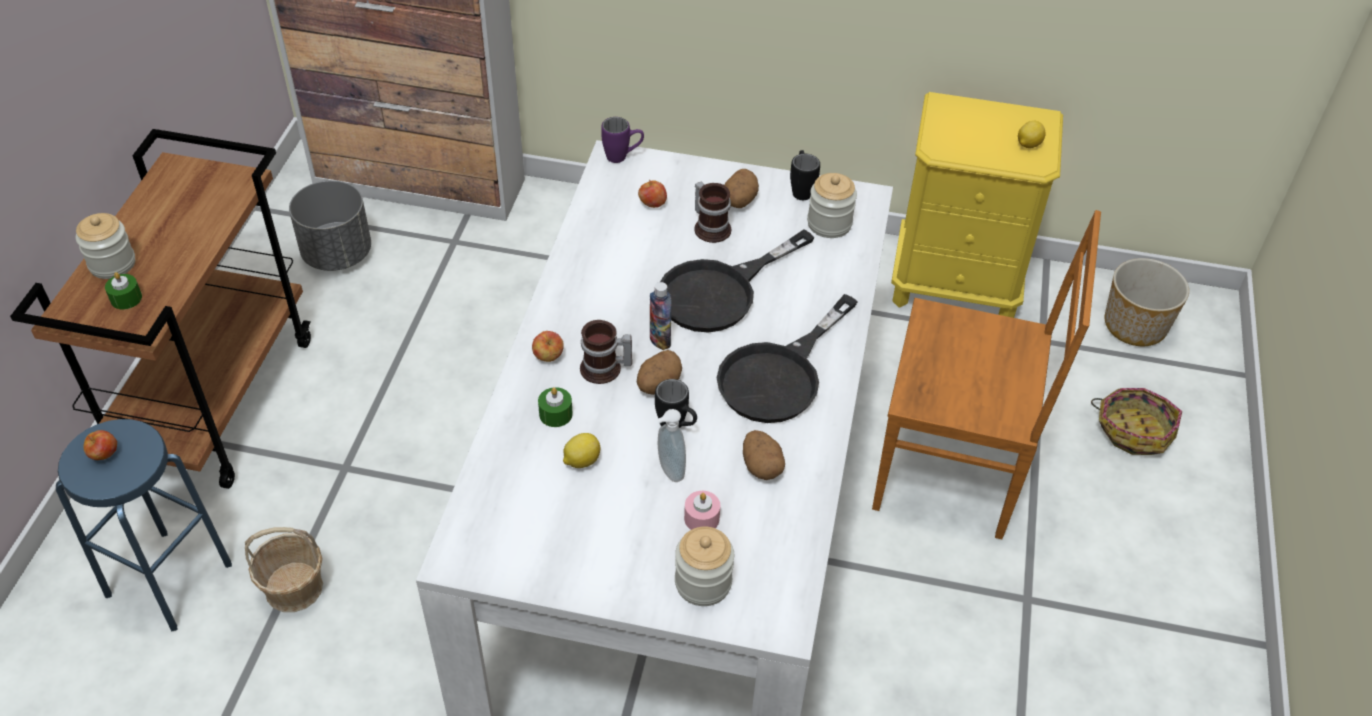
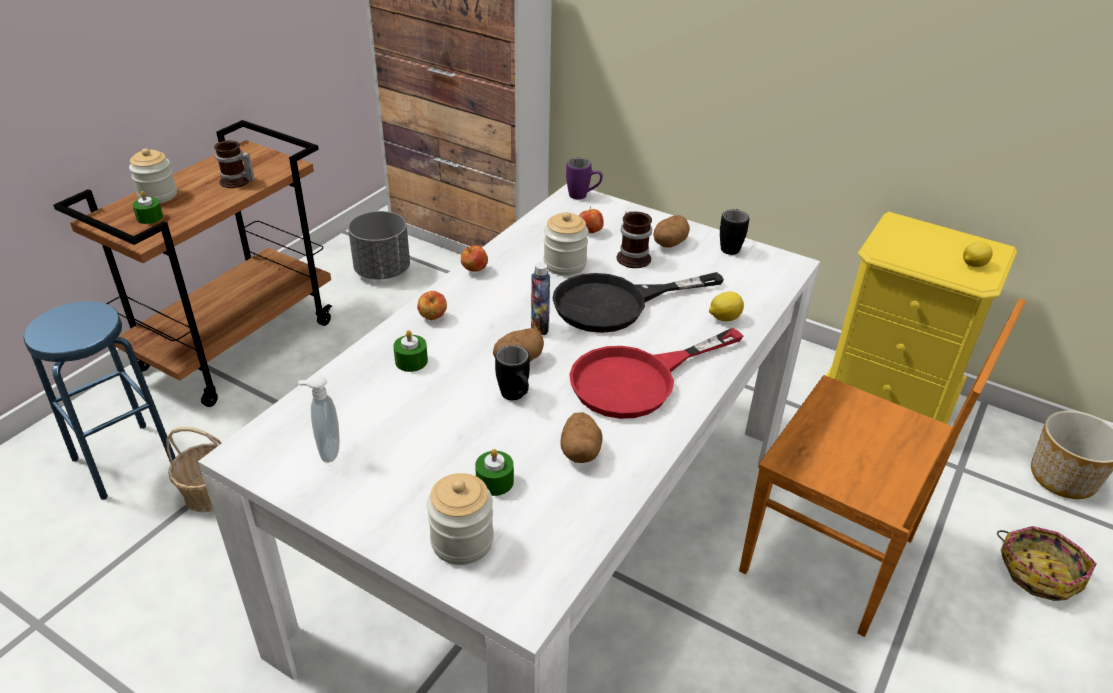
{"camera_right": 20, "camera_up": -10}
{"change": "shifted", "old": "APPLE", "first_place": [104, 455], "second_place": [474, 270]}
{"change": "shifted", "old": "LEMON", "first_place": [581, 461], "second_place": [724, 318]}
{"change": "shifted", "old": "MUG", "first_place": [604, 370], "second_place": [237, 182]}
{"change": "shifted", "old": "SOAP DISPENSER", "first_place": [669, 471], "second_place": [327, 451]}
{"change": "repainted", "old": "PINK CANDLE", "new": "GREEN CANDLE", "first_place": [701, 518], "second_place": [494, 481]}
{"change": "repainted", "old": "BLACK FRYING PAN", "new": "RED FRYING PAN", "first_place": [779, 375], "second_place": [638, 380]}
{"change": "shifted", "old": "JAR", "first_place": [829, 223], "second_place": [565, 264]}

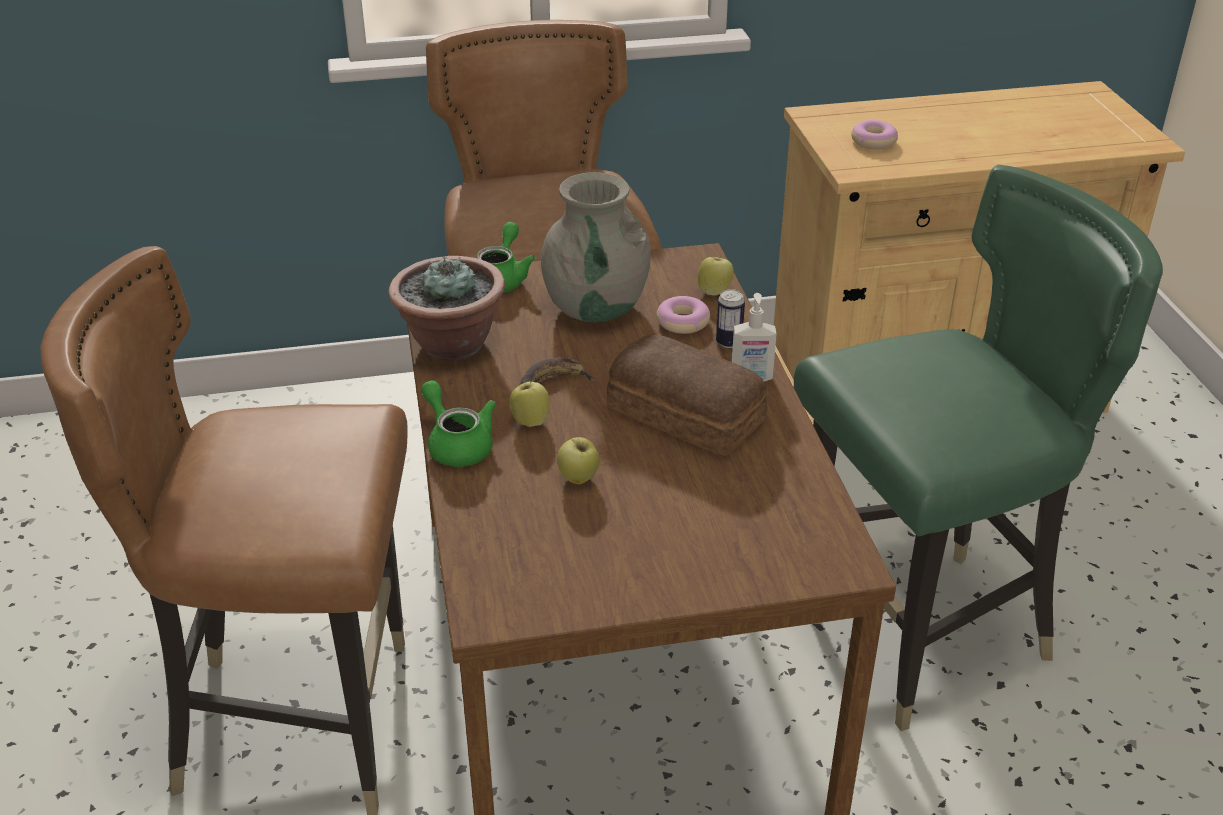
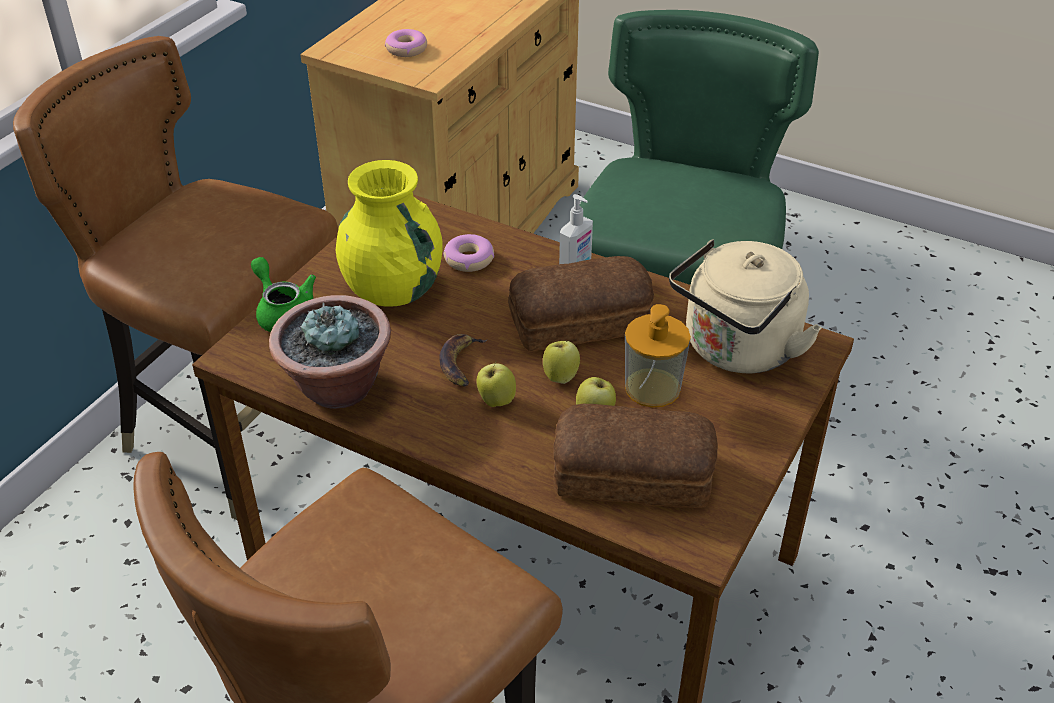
{"camera_right": -50, "camera_up": 5}
{"change": "gone", "old": "GREEN TEAPOT", "first_place": [457, 444]}
{"change": "repainted", "old": "GREY VASE", "new": "YELLOW VASE", "first_place": [595, 308], "second_place": [393, 289]}
{"change": "shifted", "old": "APPLE", "first_place": [714, 291], "second_place": [560, 376]}
{"change": "gone", "old": "CAN", "first_place": [728, 342]}
{"change": "new", "new": "BREAD", "second_place": [635, 476]}
{"change": "new", "new": "SOAP DISPENSER", "second_place": [652, 388]}
{"change": "new", "new": "BEIGE KETTLE", "second_place": [736, 350]}

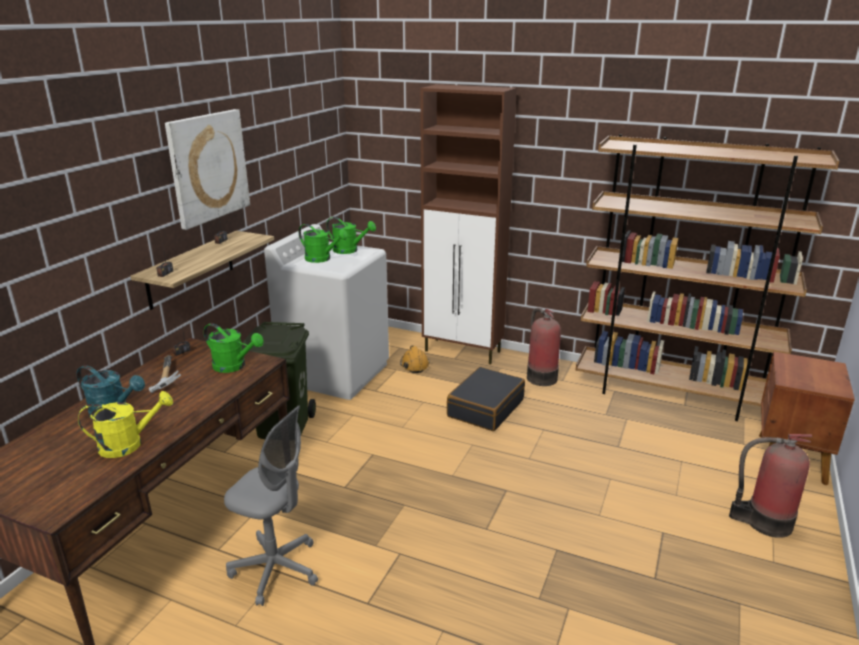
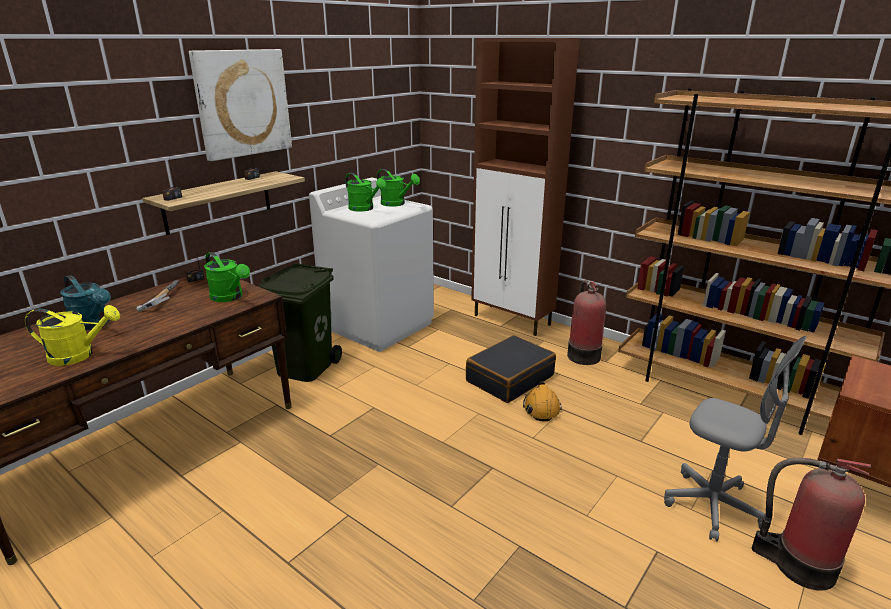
{"camera_right": 15, "camera_up": 0}
{"change": "shifted", "old": "GREY OFFICE CHAIR", "first_place": [276, 569], "second_place": [713, 506]}
{"change": "shifted", "old": "ORANGE HARD HAT", "first_place": [414, 365], "second_place": [541, 408]}

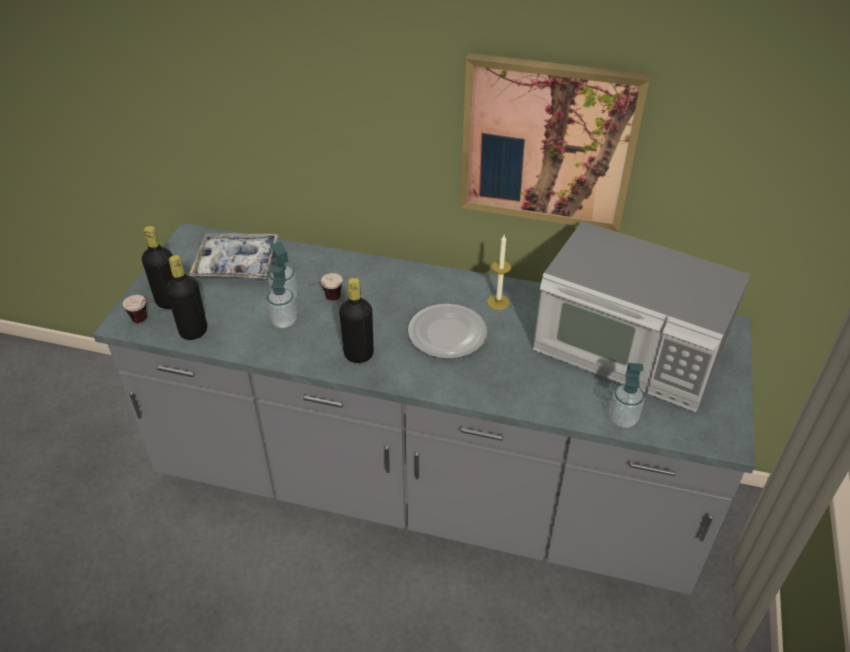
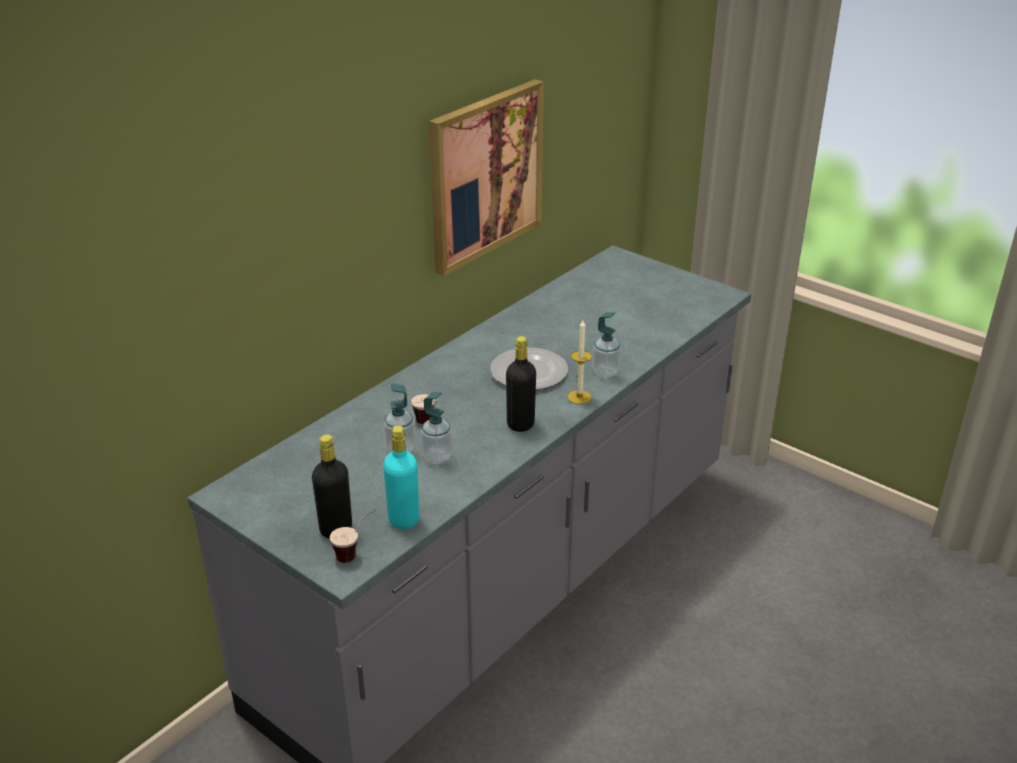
{"camera_right": -65, "camera_up": -10}
{"change": "repainted", "old": "BLACK BOTTLE", "new": "TURQUOISE BOTTLE", "first_place": [193, 331], "second_place": [404, 520]}
{"change": "gone", "old": "TRAY", "first_place": [236, 263]}
{"change": "shifted", "old": "CANDLE", "first_place": [498, 302], "second_place": [579, 397]}
{"change": "gone", "old": "MICROWAVE", "first_place": [628, 351]}
{"change": "shifted", "old": "SOAP DISPENSER", "first_place": [622, 419], "second_place": [605, 372]}

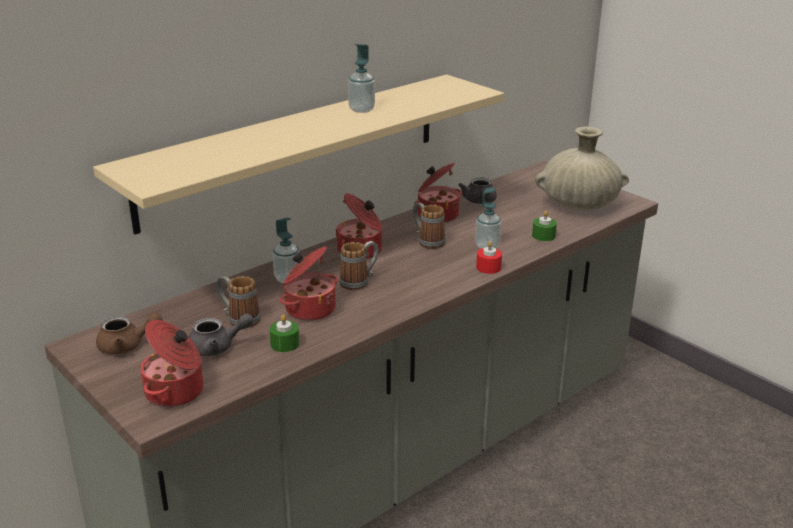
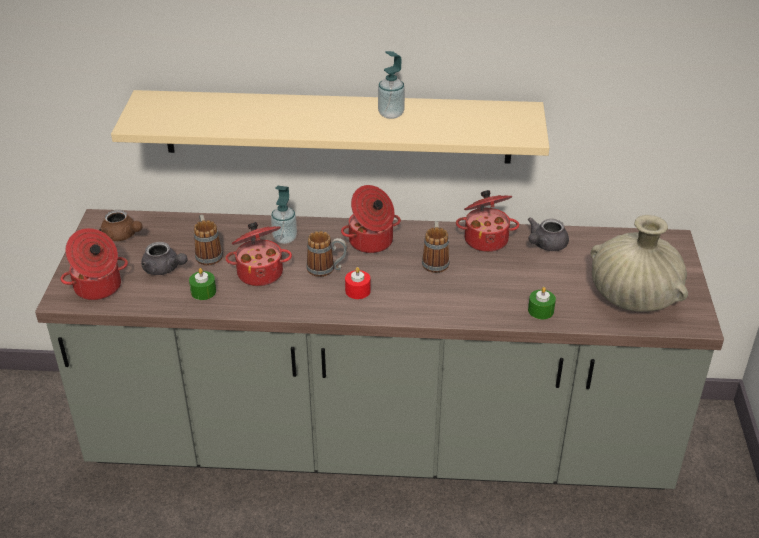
{"camera_right": 45, "camera_up": 10}
{"change": "gone", "old": "SOAP DISPENSER", "first_place": [487, 246]}
{"change": "shifted", "old": "RED CANDLE", "first_place": [488, 267], "second_place": [357, 291]}

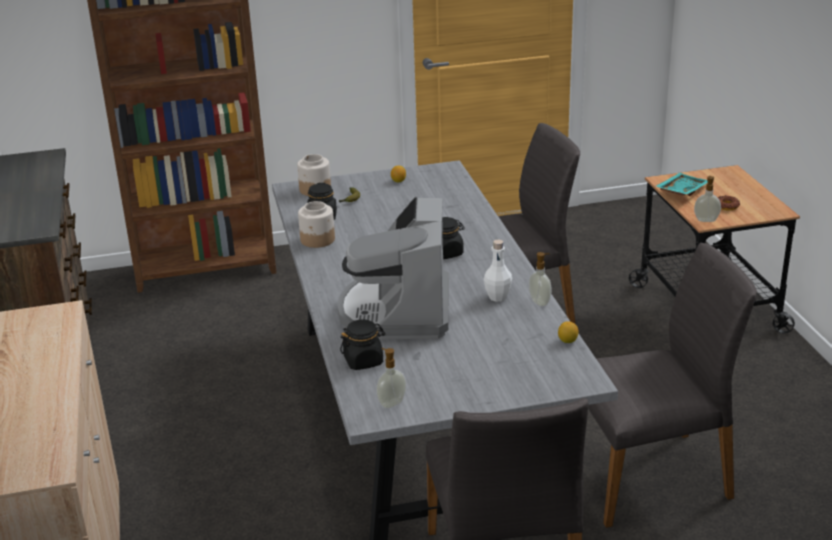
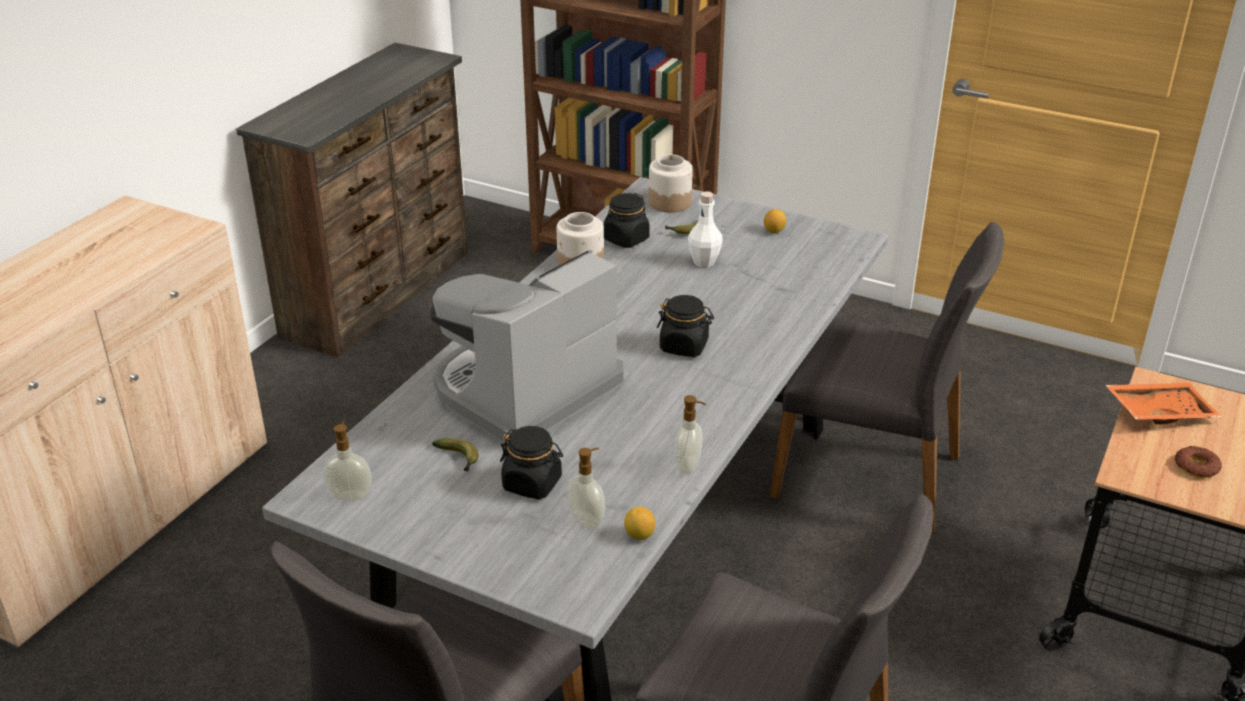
{"camera_right": 40, "camera_up": 5}
{"change": "shifted", "old": "BLACK JAR", "first_place": [363, 361], "second_place": [532, 483]}
{"change": "shifted", "old": "WHITE BOTTLE", "first_place": [497, 297], "second_place": [704, 262]}
{"change": "repainted", "old": "TURQUOISE TRAY", "new": "ORANGE TRAY", "first_place": [681, 191], "second_place": [1158, 411]}
{"change": "shifted", "old": "SOAP DISPENSER", "first_place": [706, 220], "second_place": [587, 520]}
{"change": "new", "new": "BANANA", "second_place": [459, 459]}

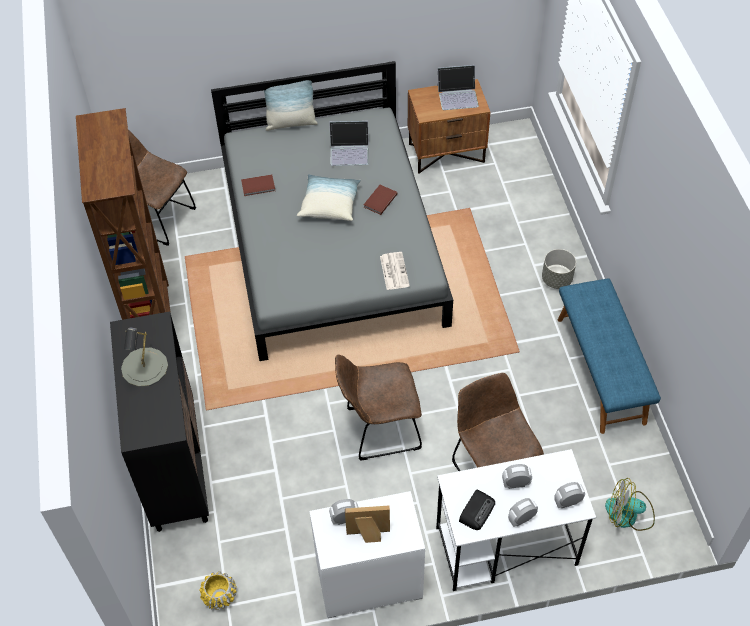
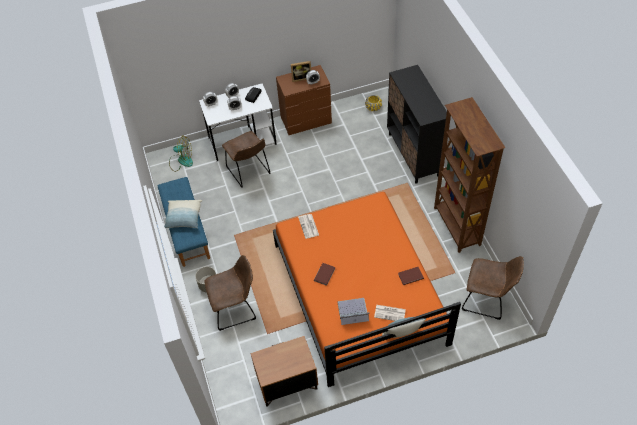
{"camera_right": 175, "camera_up": 0}
{"change": "gone", "old": "GREY TABLE LAMP", "first_place": [145, 367]}
{"change": "repainted", "old": "GREY BED", "new": "ORANGE BED", "first_place": [333, 244], "second_place": [358, 293]}
{"change": "shifted", "old": "PILLOW", "first_place": [329, 204], "second_place": [184, 218]}
{"change": "repainted", "old": "WHITE DRESSER", "new": "BROWN DRESSER", "first_place": [368, 581], "second_place": [306, 120]}
{"change": "shifted", "old": "BROWN CHAIR", "first_place": [379, 429], "second_place": [235, 308]}
{"change": "gone", "old": "LAPTOP", "first_place": [458, 95]}
{"change": "new", "new": "NEWSPAPER", "second_place": [390, 313]}

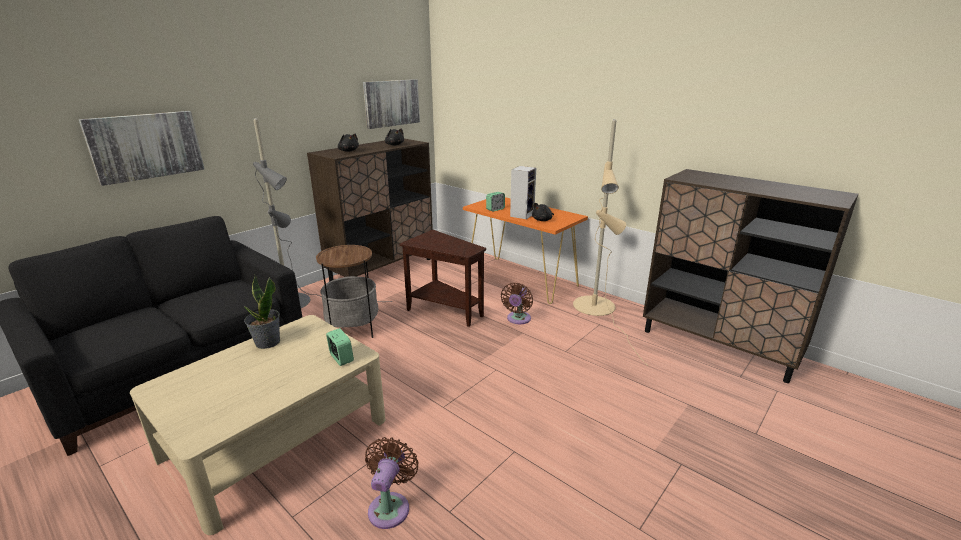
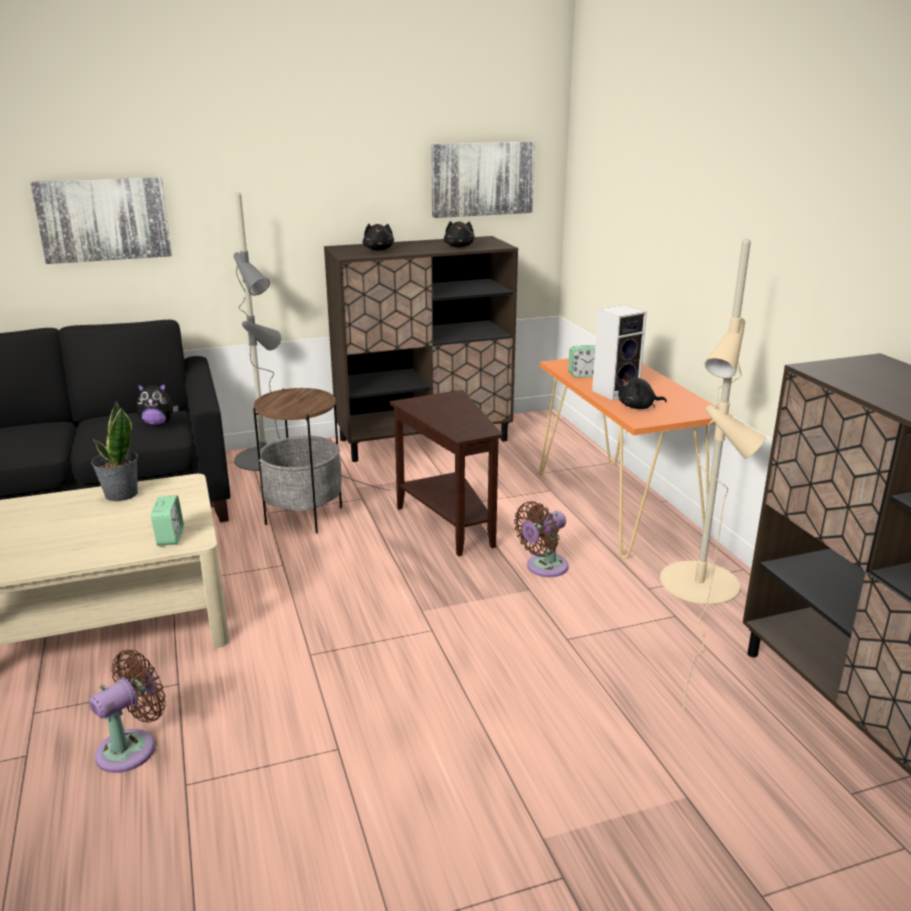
{"camera_right": 30, "camera_up": 0}
{"change": "new", "new": "PLUSH TOY", "second_place": [158, 423]}

